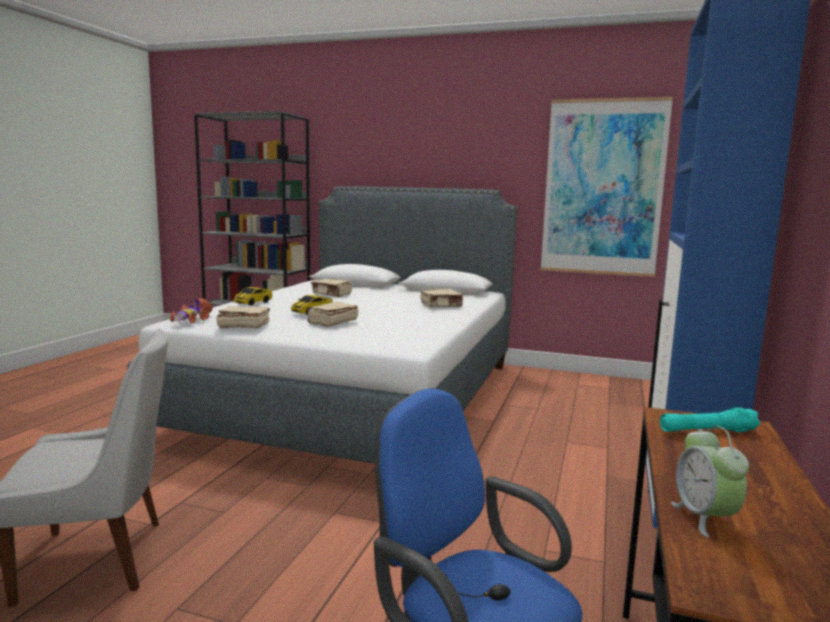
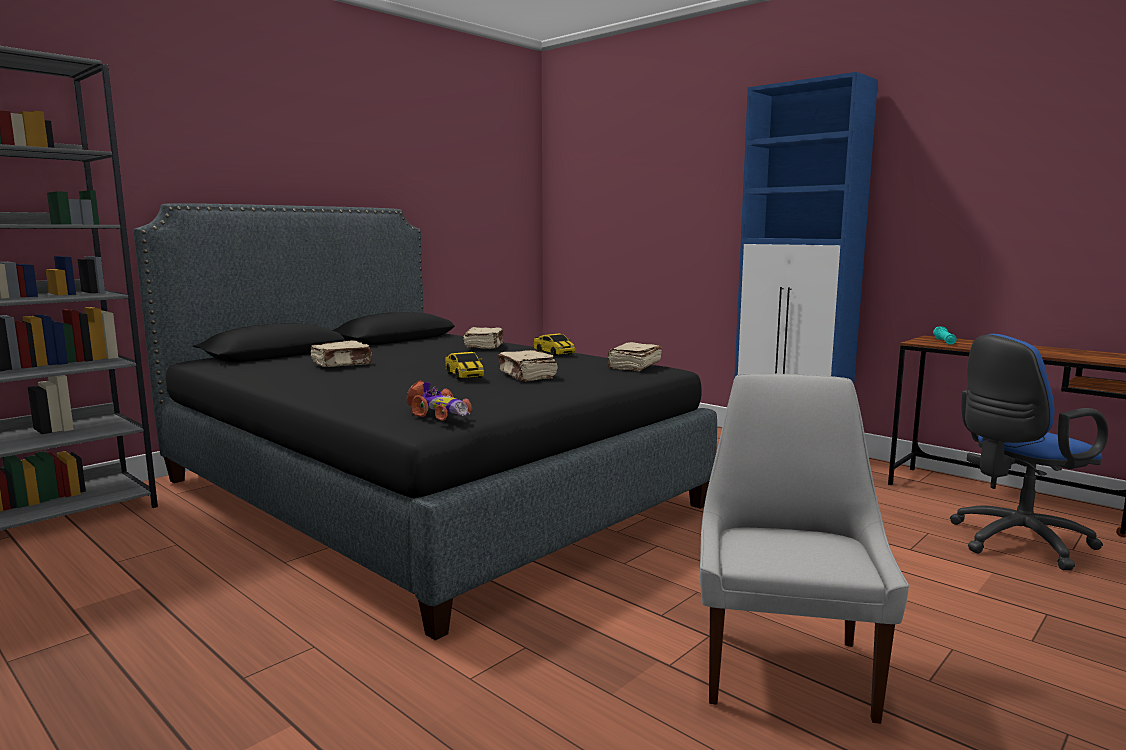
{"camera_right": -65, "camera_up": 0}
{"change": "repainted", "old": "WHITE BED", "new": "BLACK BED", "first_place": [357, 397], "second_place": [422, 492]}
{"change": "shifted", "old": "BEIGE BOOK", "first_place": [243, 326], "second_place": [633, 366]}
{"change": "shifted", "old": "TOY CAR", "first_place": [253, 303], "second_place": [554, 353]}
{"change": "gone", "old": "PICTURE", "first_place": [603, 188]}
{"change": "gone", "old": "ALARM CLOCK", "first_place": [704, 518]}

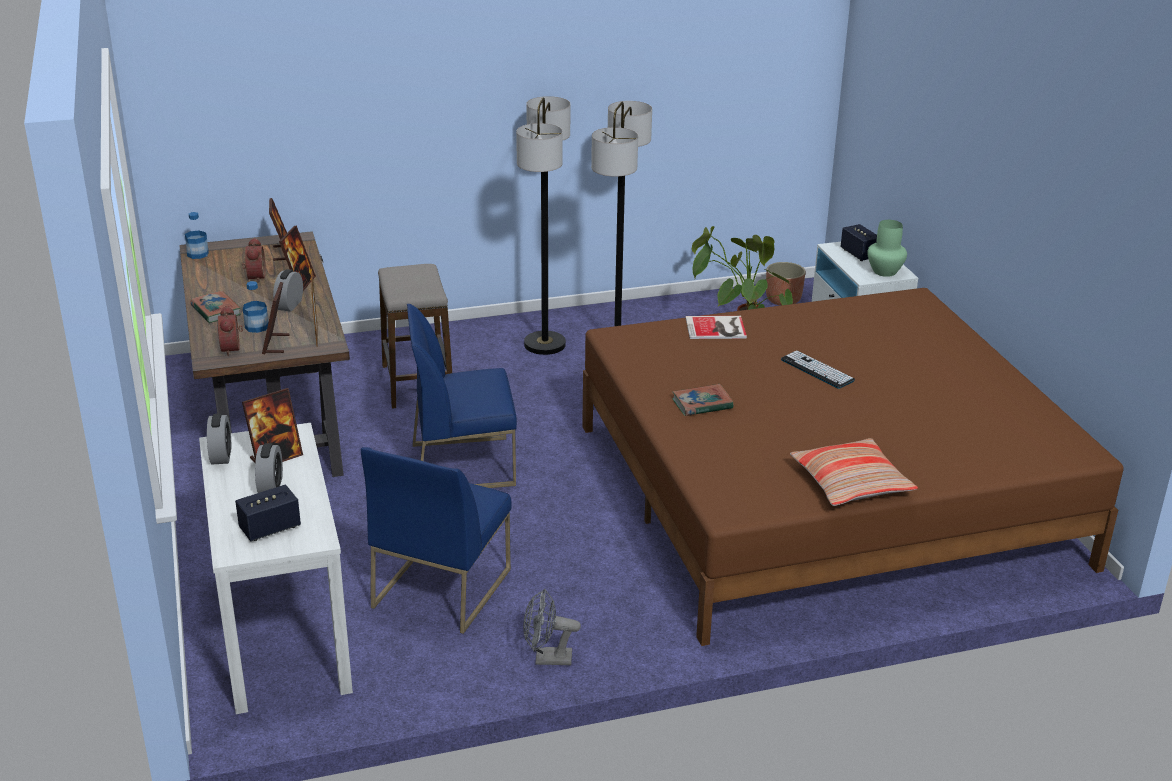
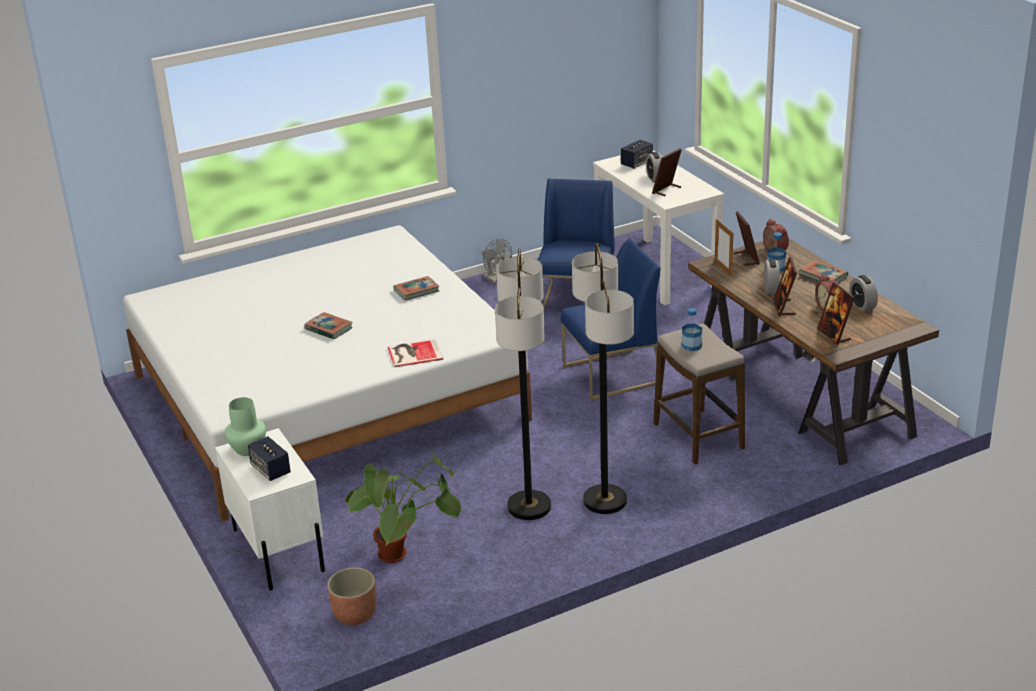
{"camera_right": 170, "camera_up": 0}
{"change": "shifted", "old": "BOTTLE", "first_place": [197, 254], "second_place": [691, 346]}
{"change": "shifted", "old": "ALARM CLOCK", "first_place": [221, 455], "second_place": [862, 305]}
{"change": "rotated", "old": "GREY FAN", "first_place": [547, 659], "second_place": [496, 280], "degrees": 60}
{"change": "repainted", "old": "BROWN BED", "new": "WHITE BED", "first_place": [823, 494], "second_place": [326, 396]}
{"change": "swapped", "old": "KEYBOARD", "new": "BOOK", "first_place": [817, 370], "second_place": [328, 329]}
{"change": "gone", "old": "PILLOW", "first_place": [851, 483]}

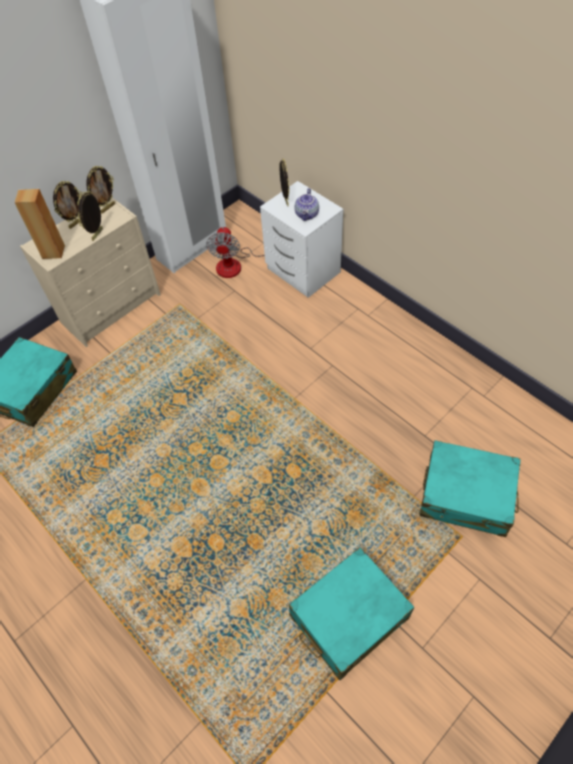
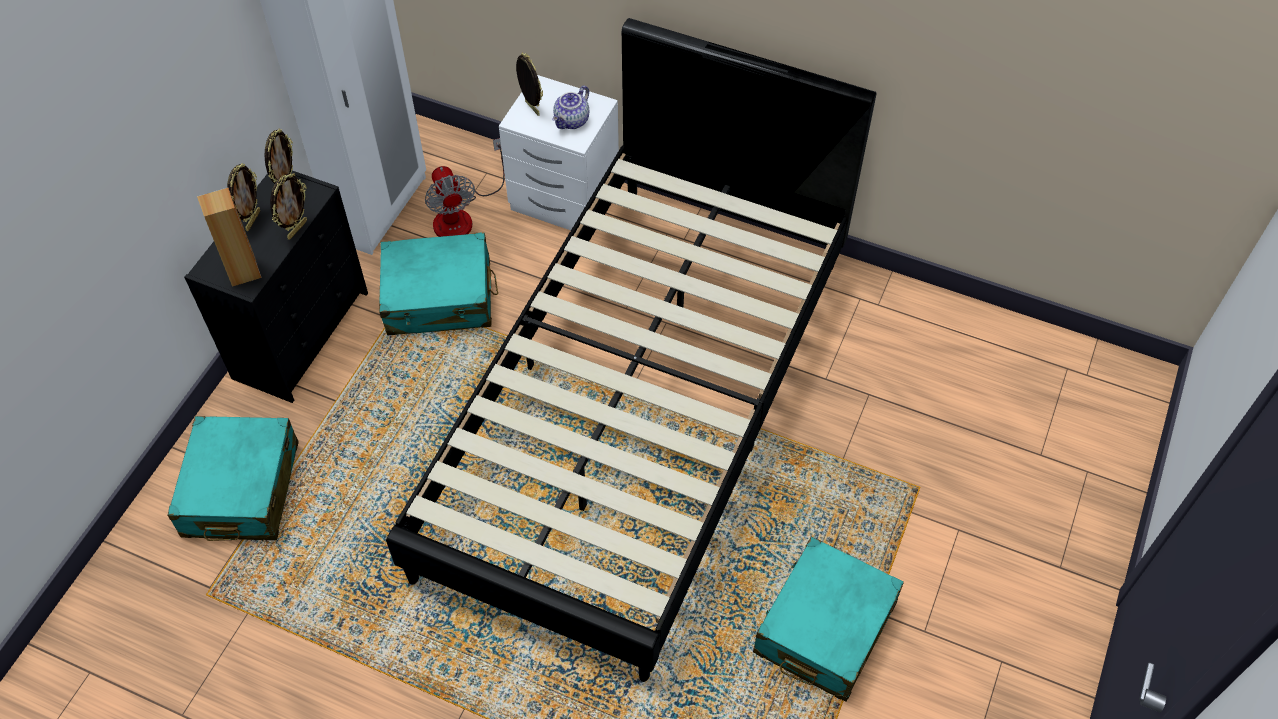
{"camera_right": -25, "camera_up": 0}
{"change": "repainted", "old": "BEIGE DRESSER", "new": "BLACK DRESSER", "first_place": [112, 308], "second_place": [302, 333]}
{"change": "rotated", "old": "PICTURE FRAME", "first_place": [98, 235], "second_place": [296, 229], "degrees": -150}
{"change": "rotated", "old": "TEAPOT", "first_place": [307, 215], "second_place": [572, 121], "degrees": 45}
{"change": "shifted", "old": "TURQUOISE SUITCASE", "first_place": [466, 495], "second_place": [439, 297]}
{"change": "new", "new": "BLACK BED", "second_place": [639, 409]}

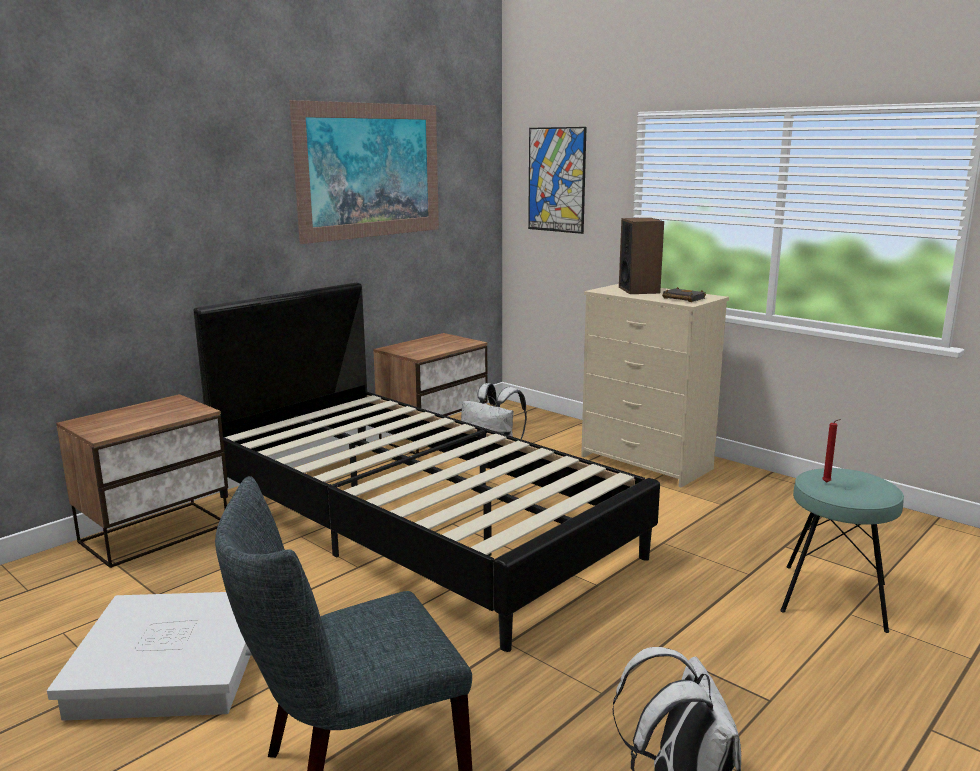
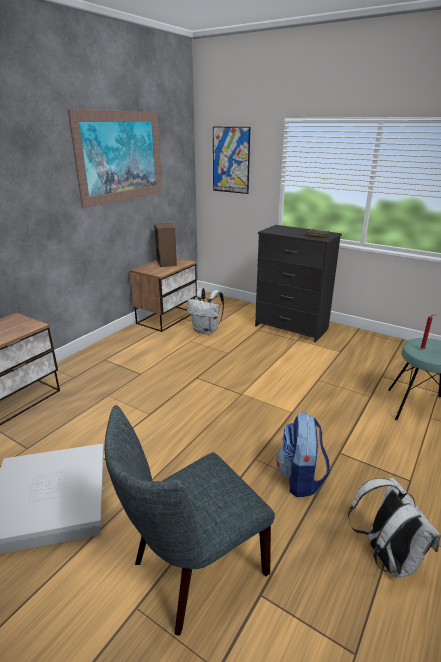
{"camera_right": -10, "camera_up": 10}
{"change": "gone", "old": "BLACK BED", "first_place": [416, 524]}
{"change": "repainted", "old": "BEIGE DRESSER", "new": "BLACK DRESSER", "first_place": [646, 463], "second_place": [291, 327]}
{"change": "shifted", "old": "SPEAKER", "first_place": [639, 290], "second_place": [166, 263]}
{"change": "new", "new": "BACKPACK", "second_place": [301, 478]}

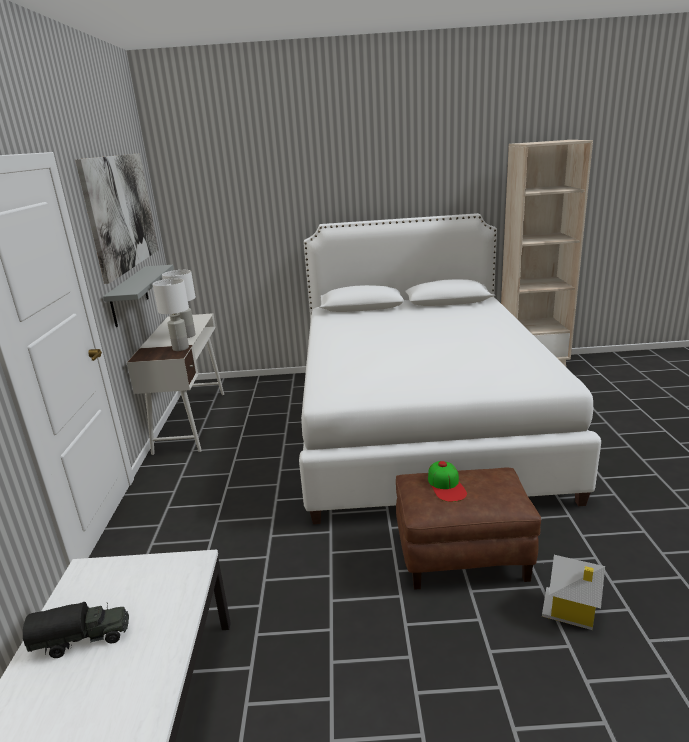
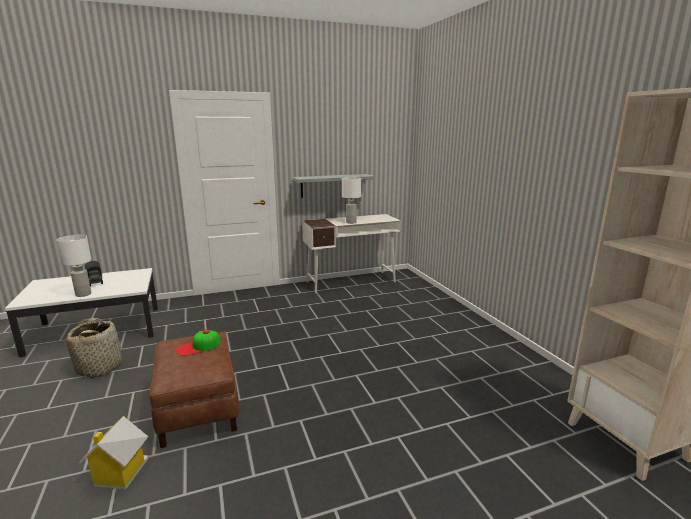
{"camera_right": 70, "camera_up": -5}
{"change": "gone", "old": "PICTURE", "first_place": [121, 212]}
{"change": "shifted", "old": "WHITE TABLE LAMP", "first_place": [181, 348], "second_place": [83, 294]}
{"change": "gone", "old": "WHITE BED", "first_place": [420, 424]}
{"change": "new", "new": "BASKET", "second_place": [100, 367]}

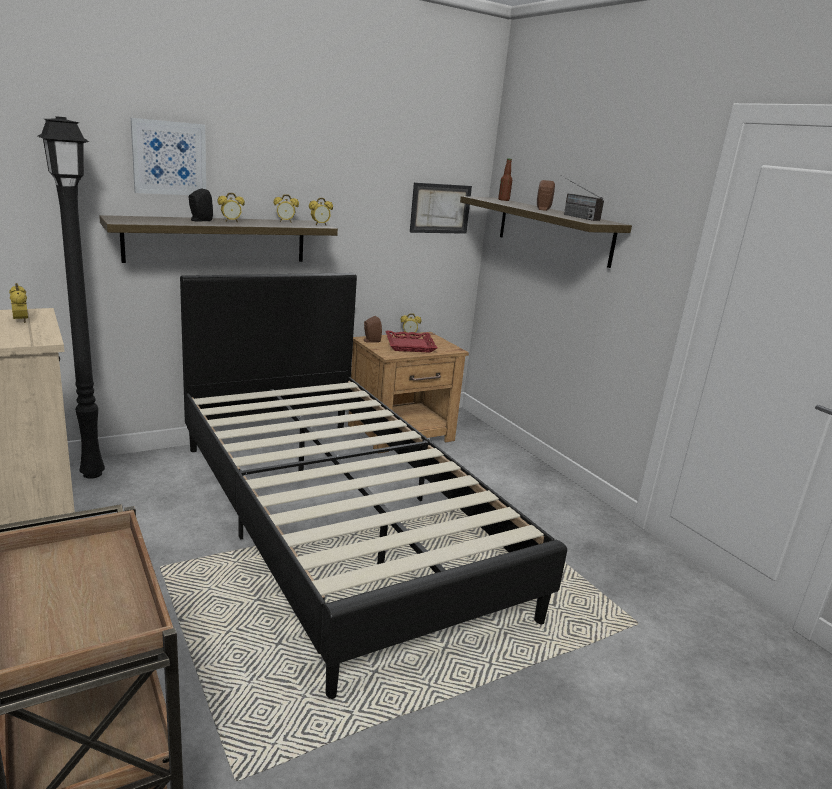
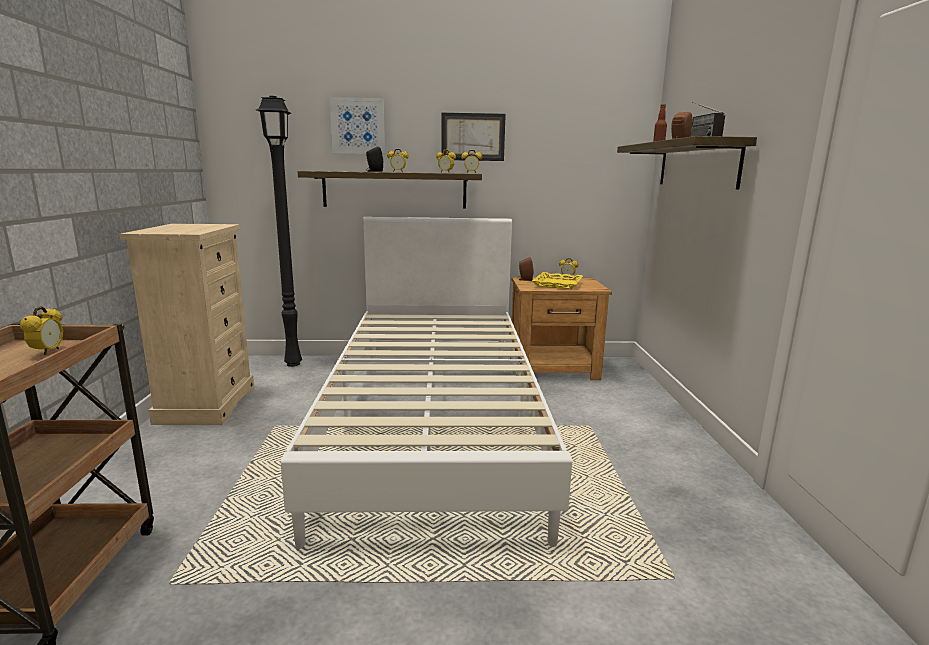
{"camera_right": 30, "camera_up": -5}
{"change": "shifted", "old": "ALARM CLOCK", "first_place": [21, 321], "second_place": [48, 352]}
{"change": "repainted", "old": "BLACK BED", "new": "WHITE BED", "first_place": [337, 520], "second_place": [434, 420]}
{"change": "repainted", "old": "RED TRAY", "new": "YELLOW TRAY", "first_place": [410, 345], "second_place": [558, 284]}
{"change": "shifted", "old": "PICTURE", "first_place": [440, 208], "second_place": [473, 137]}

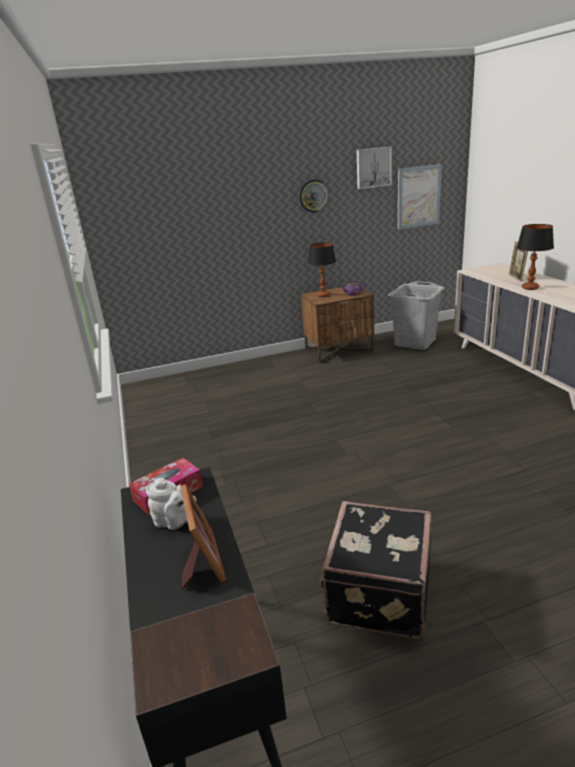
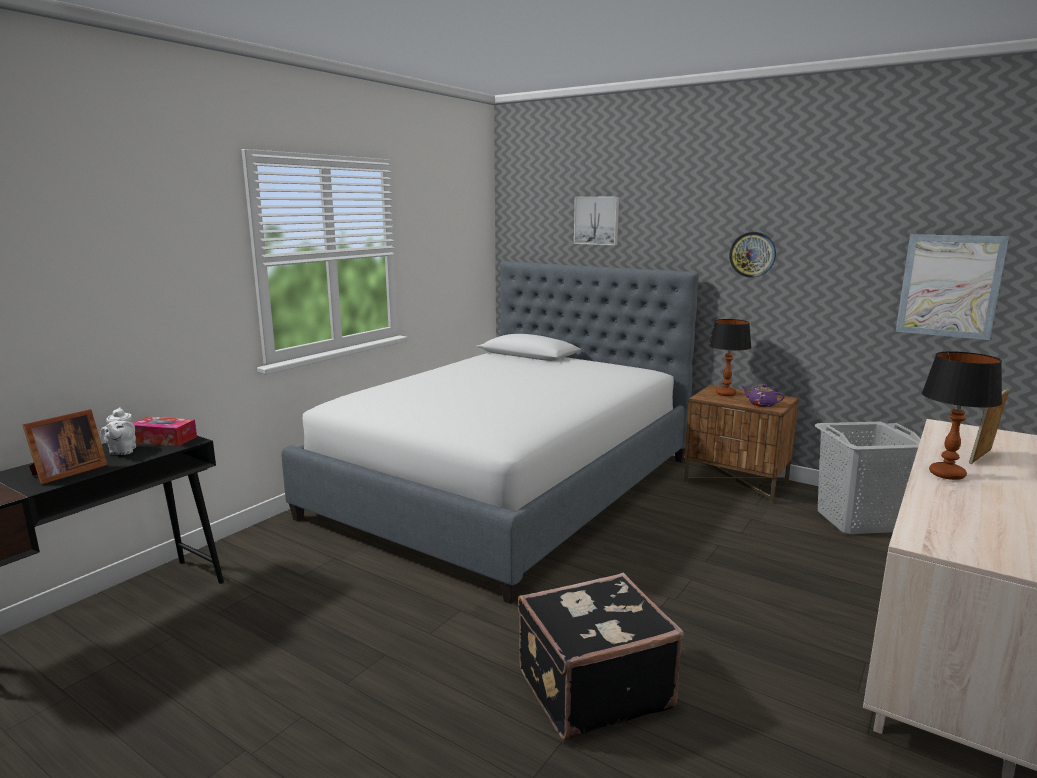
{"camera_right": 50, "camera_up": -10}
{"change": "shifted", "old": "BLACK SUITCASE", "first_place": [377, 592], "second_place": [592, 687]}
{"change": "shifted", "old": "PICTURE", "first_place": [373, 167], "second_place": [597, 220]}
{"change": "new", "new": "BED", "second_place": [508, 487]}

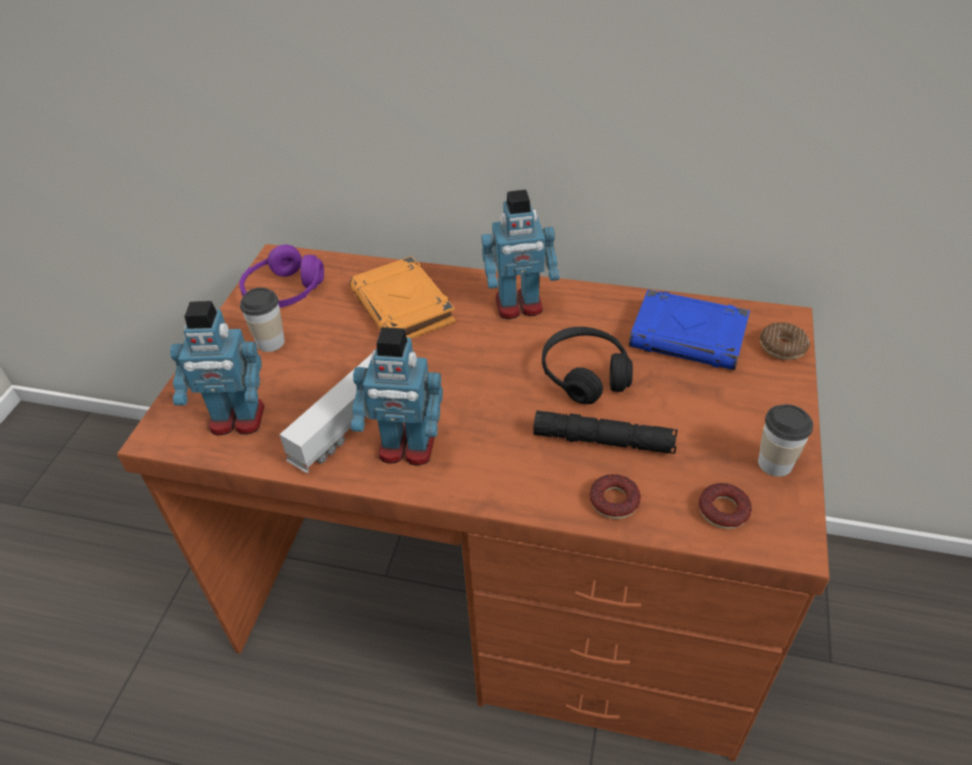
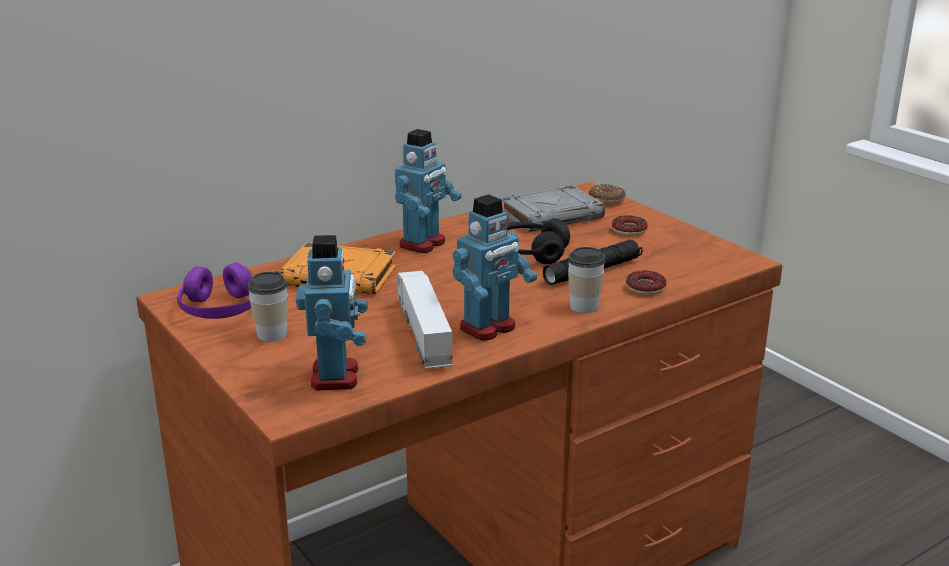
{"camera_right": -50, "camera_up": -20}
{"change": "rotated", "old": "TOY ROBOT", "first_place": [237, 419], "second_place": [336, 377], "degrees": -45}
{"change": "repainted", "old": "BLUE BOOK", "new": "GREY BOOK", "first_place": [689, 336], "second_place": [552, 215]}
{"change": "shifted", "old": "DONUT", "first_place": [723, 510], "second_place": [629, 230]}
{"change": "shifted", "old": "CUP", "first_place": [775, 463], "second_place": [584, 306]}

